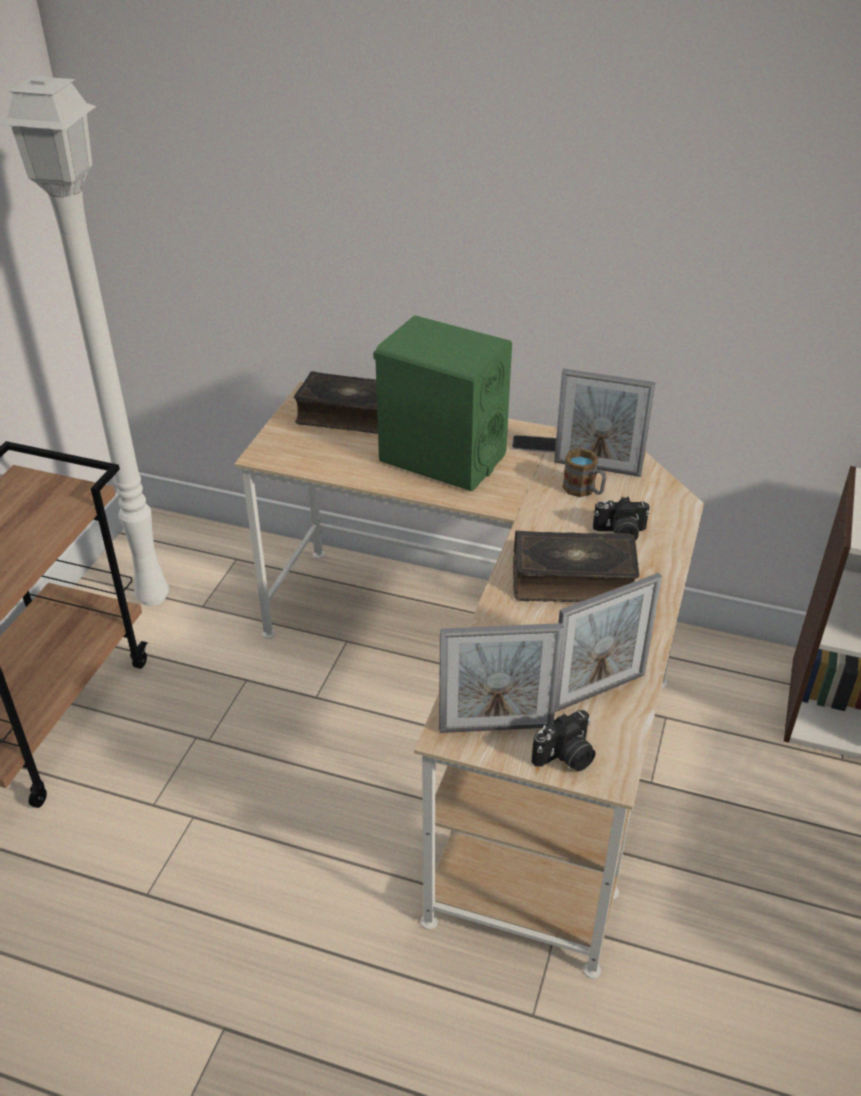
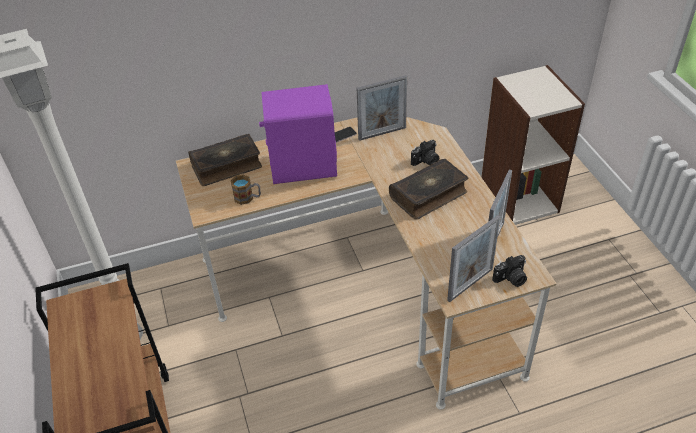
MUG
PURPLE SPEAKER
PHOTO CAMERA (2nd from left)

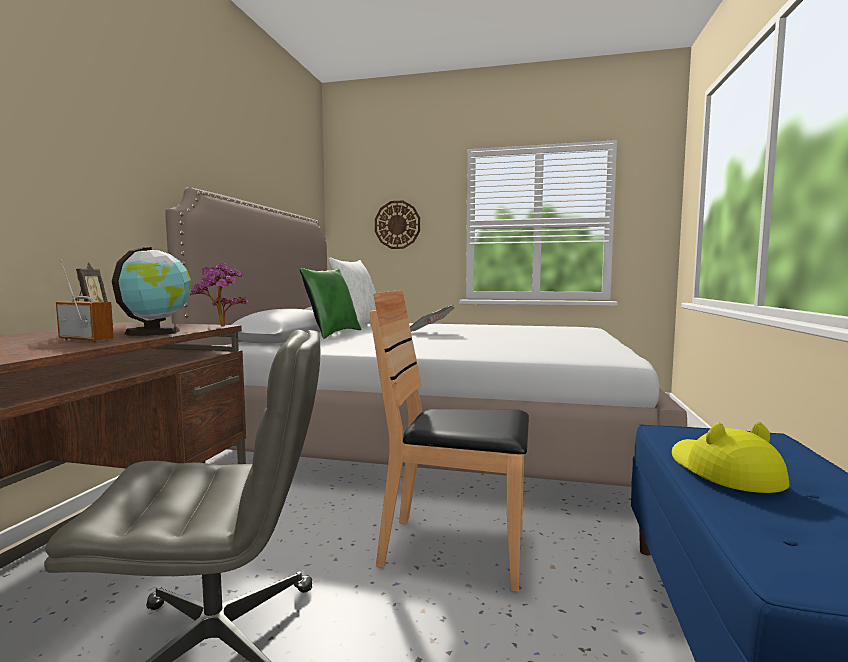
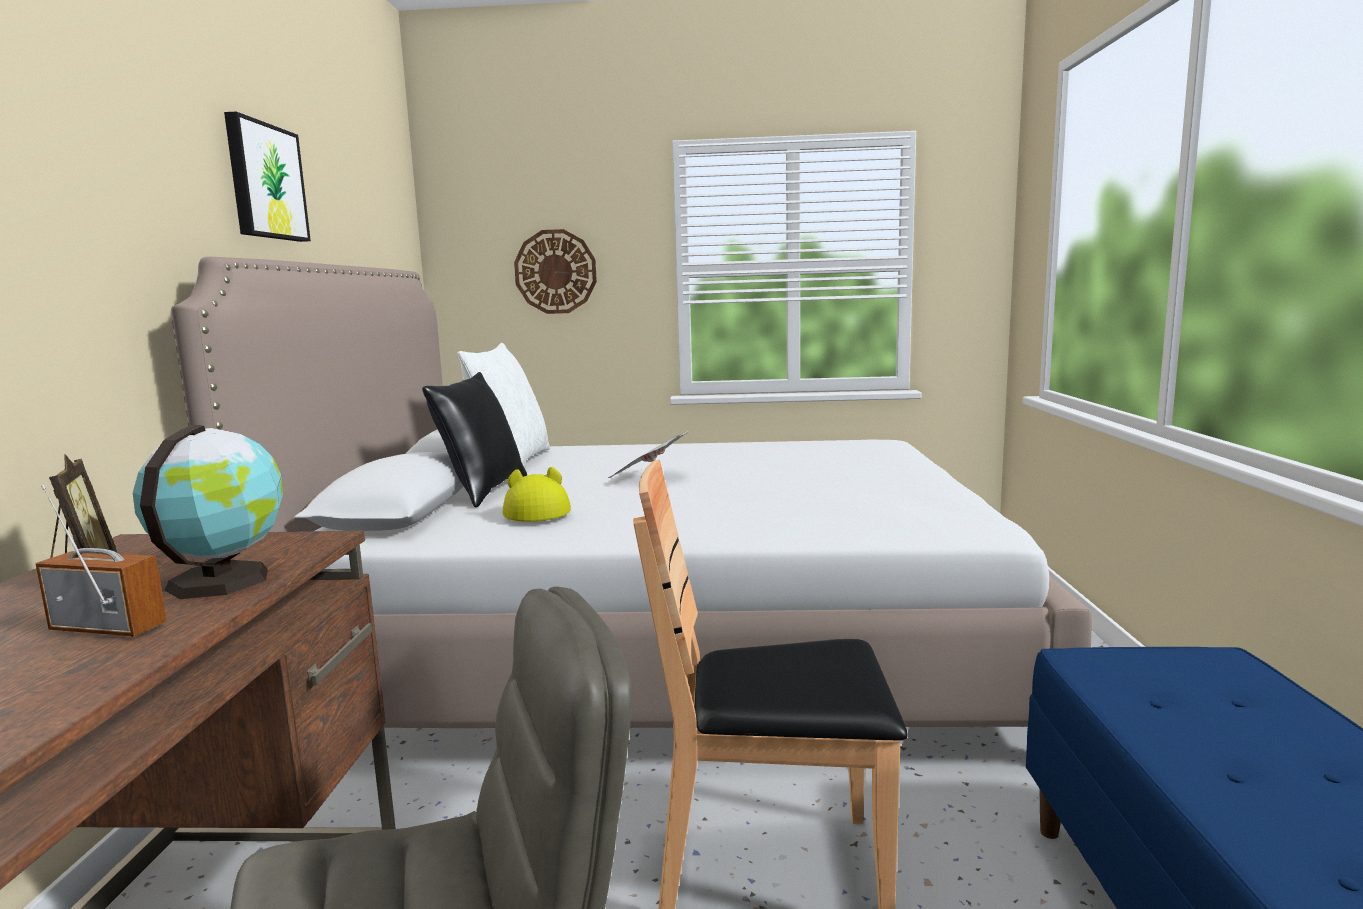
POTTED PLANT
PICTURE
YELLOW HAT
BLACK PILLOW

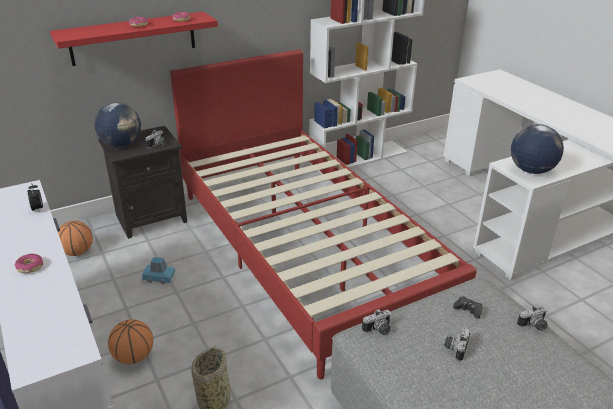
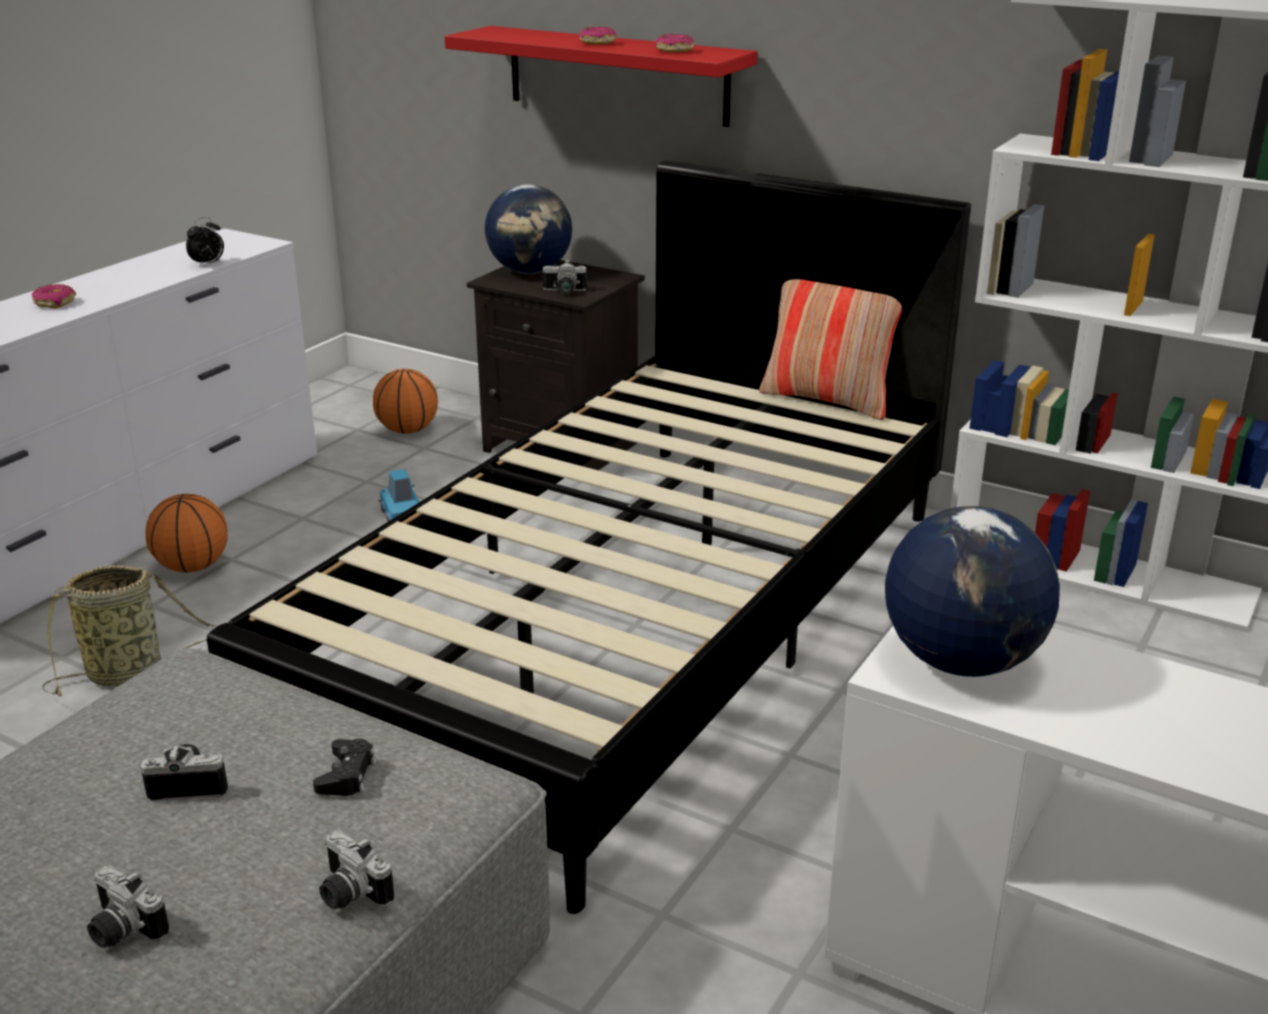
PILLOW
PHOTO CAMERA (1st from left)
BLACK BED

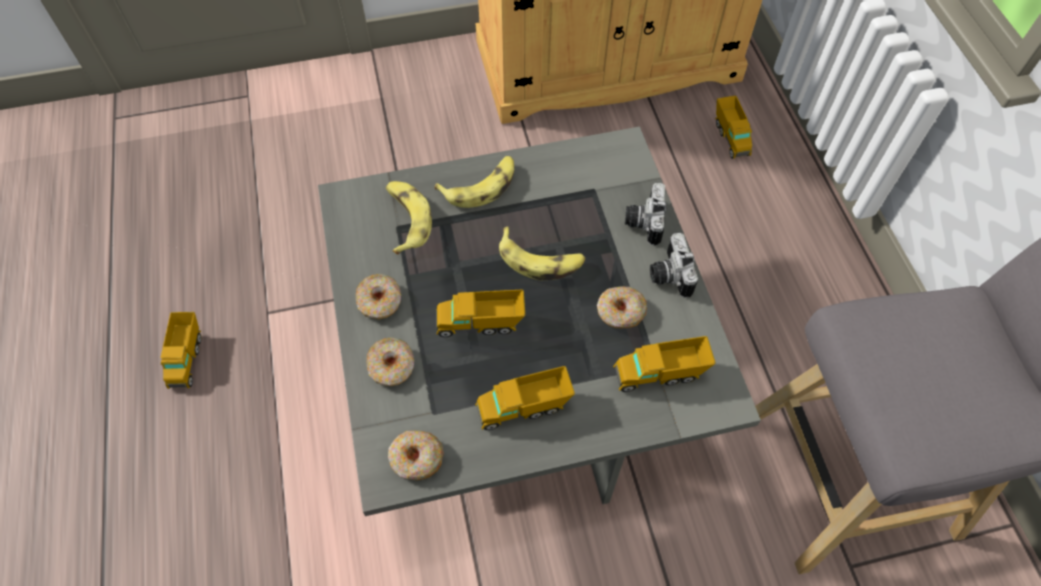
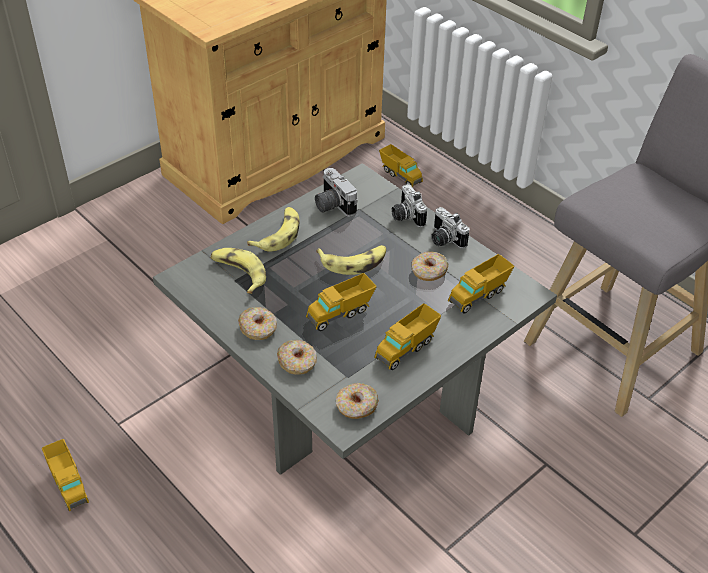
PHOTO CAMERA (1st from left)

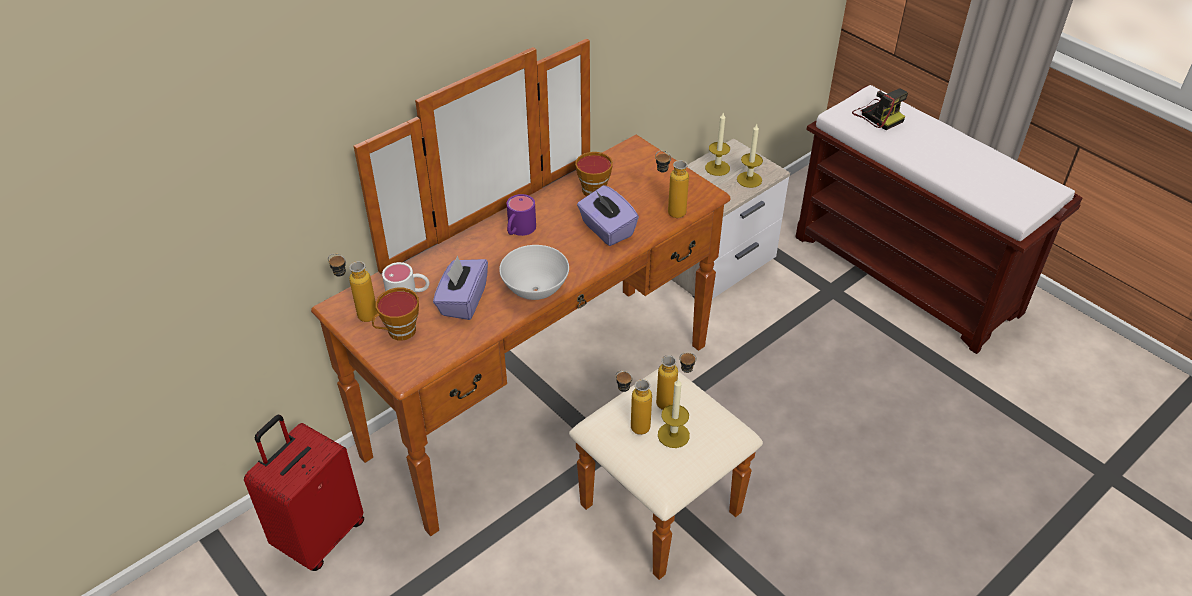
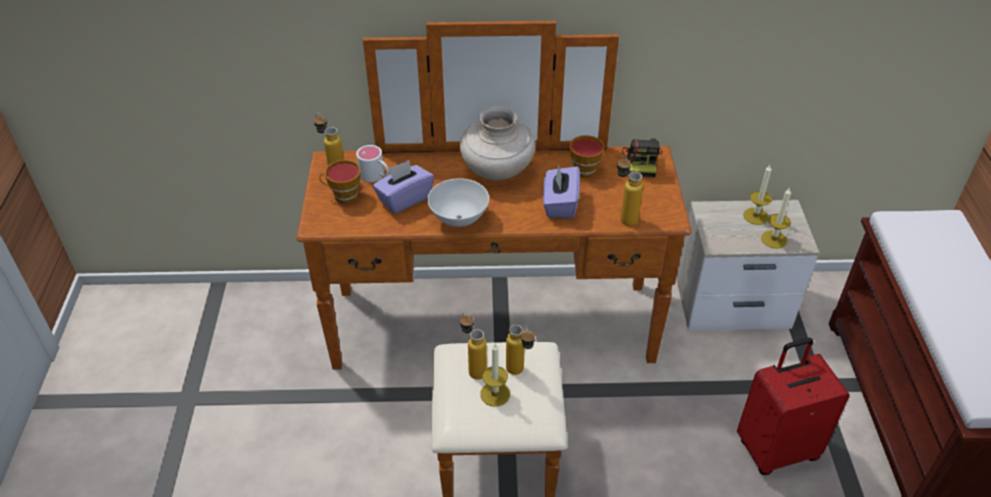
RED SUITCASE
PHOTO CAMERA
BEIGE VASE

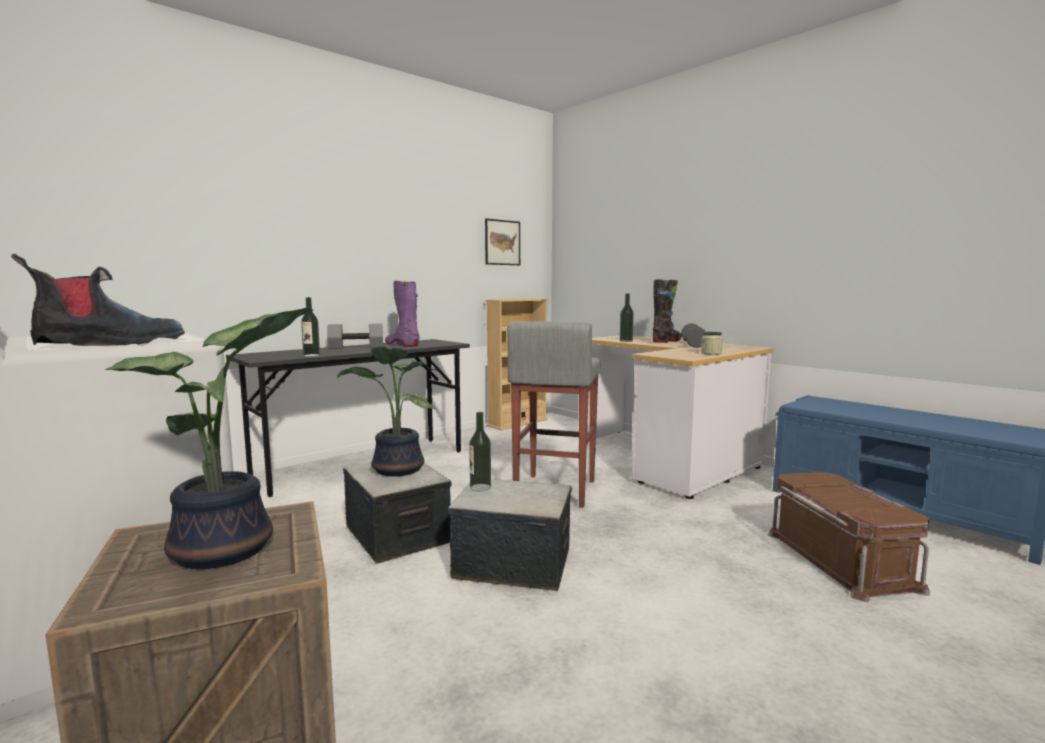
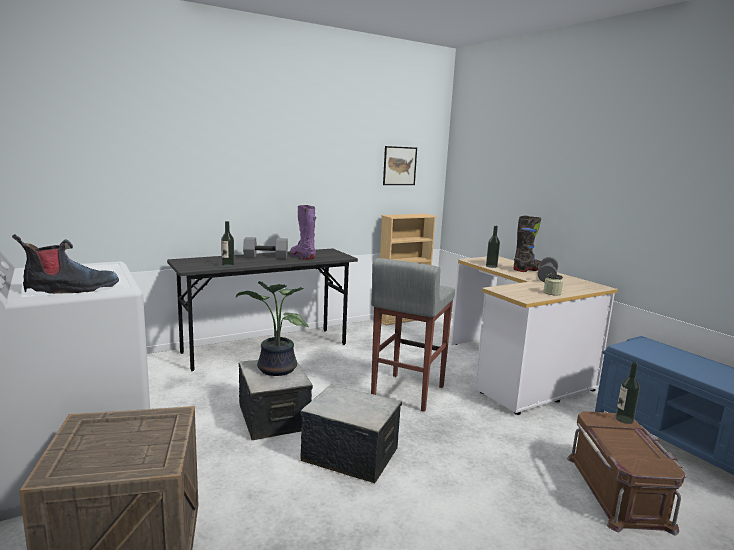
POTTED PLANT (1st from left in the first image)
BOTTLE (3rd from left)

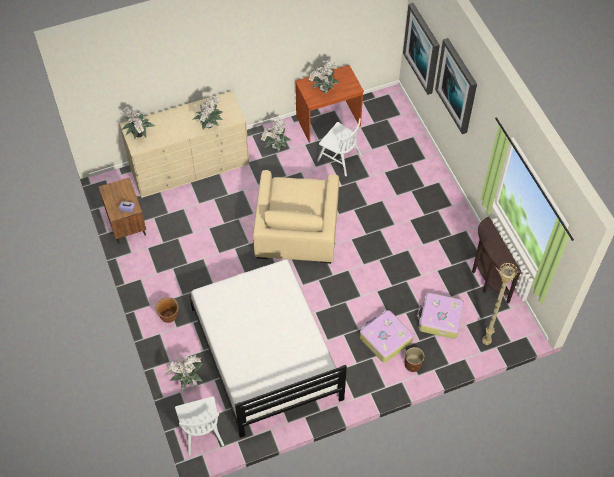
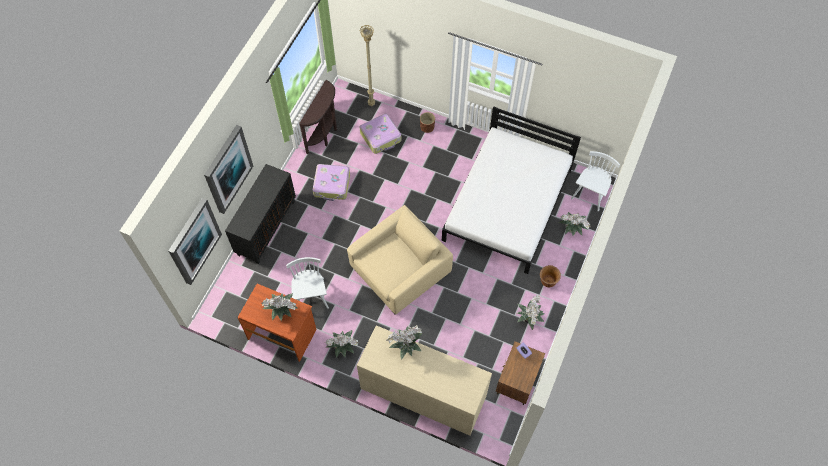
BLACK CABINET
POTTED PLANT (4th from left)
SUITCASE (1st from left)

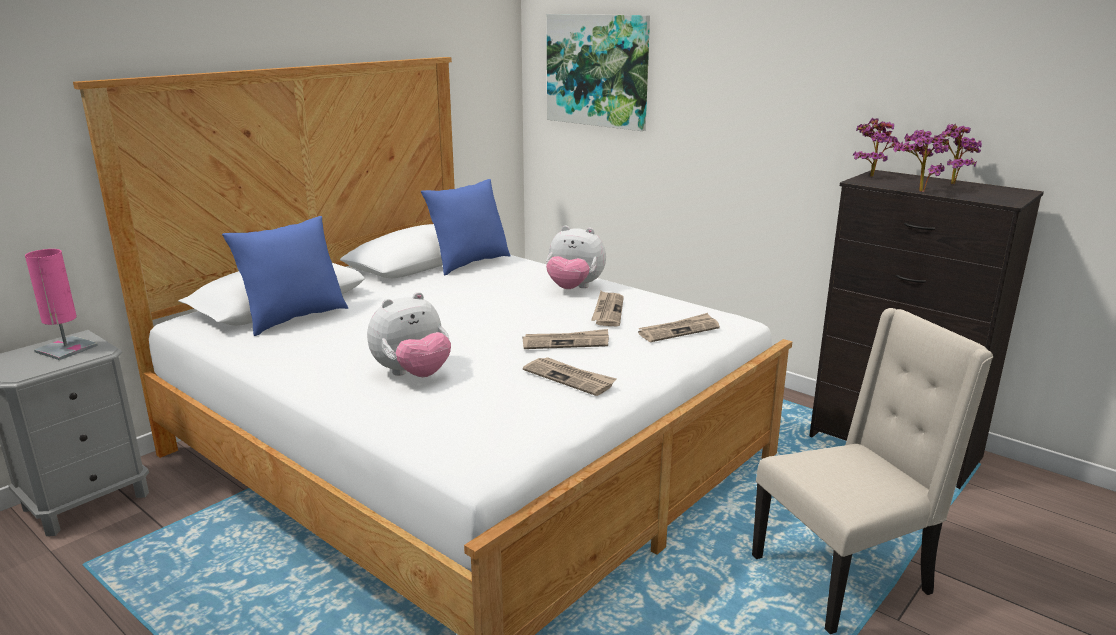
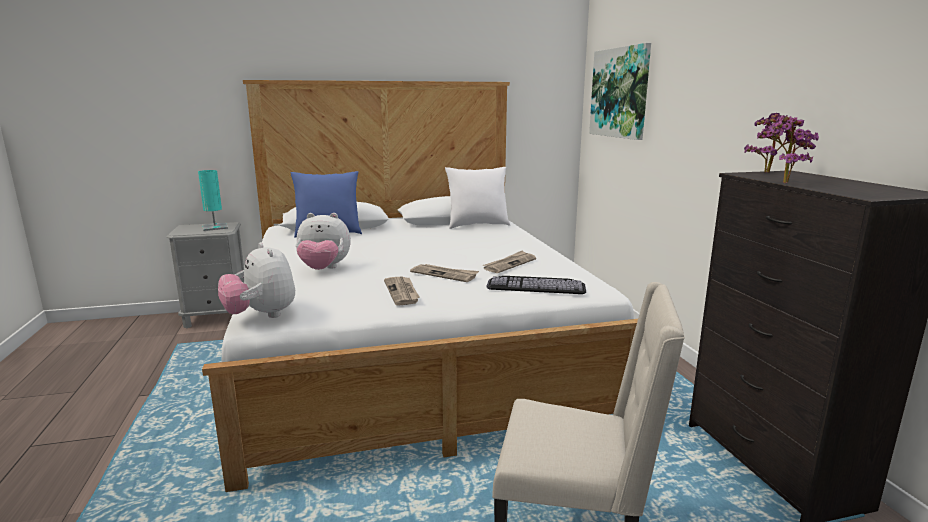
POTTED PLANT (3rd from left in the first image)
PLUSH TOY (1st from left)
KEYBOARD
TURQUOISE TABLE LAMP
WHITE PILLOW

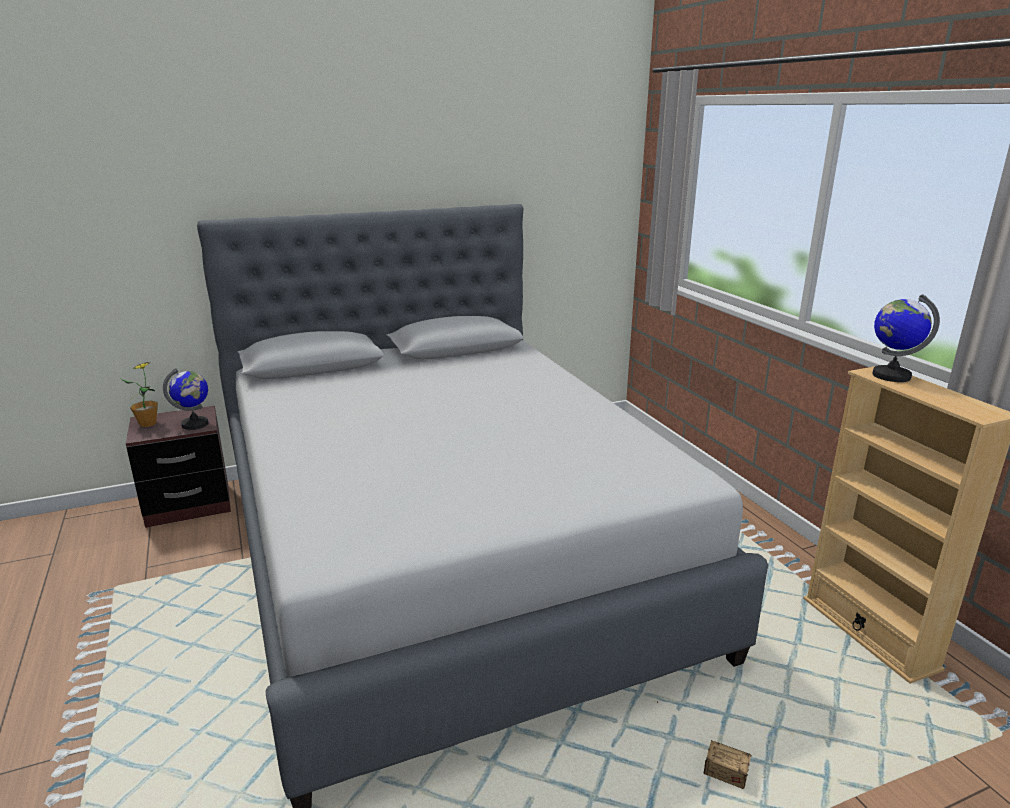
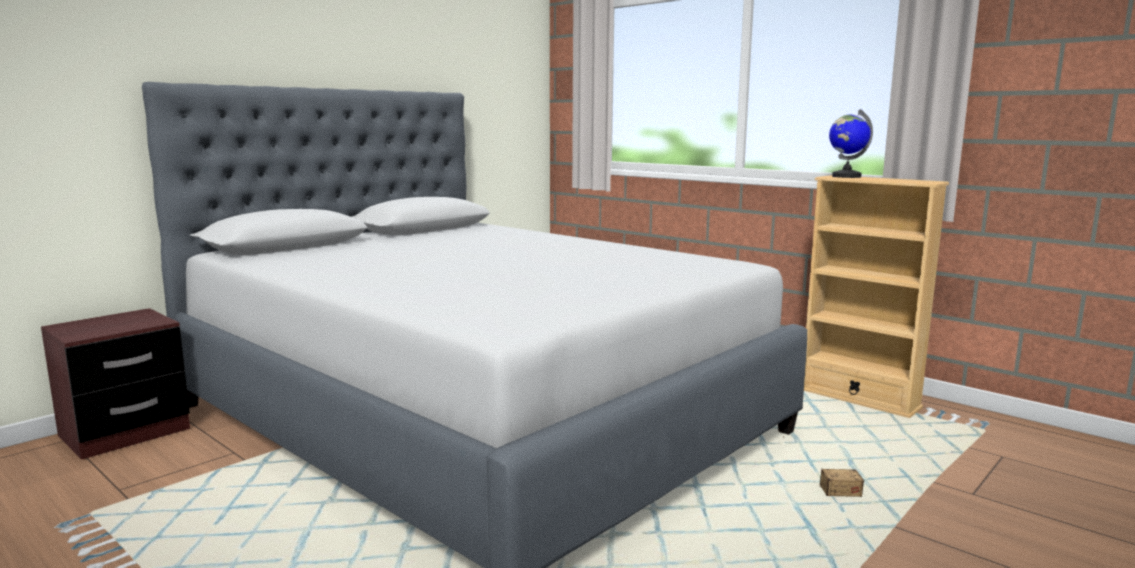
POTTED PLANT
GLOBE (1st from left in the first image)

